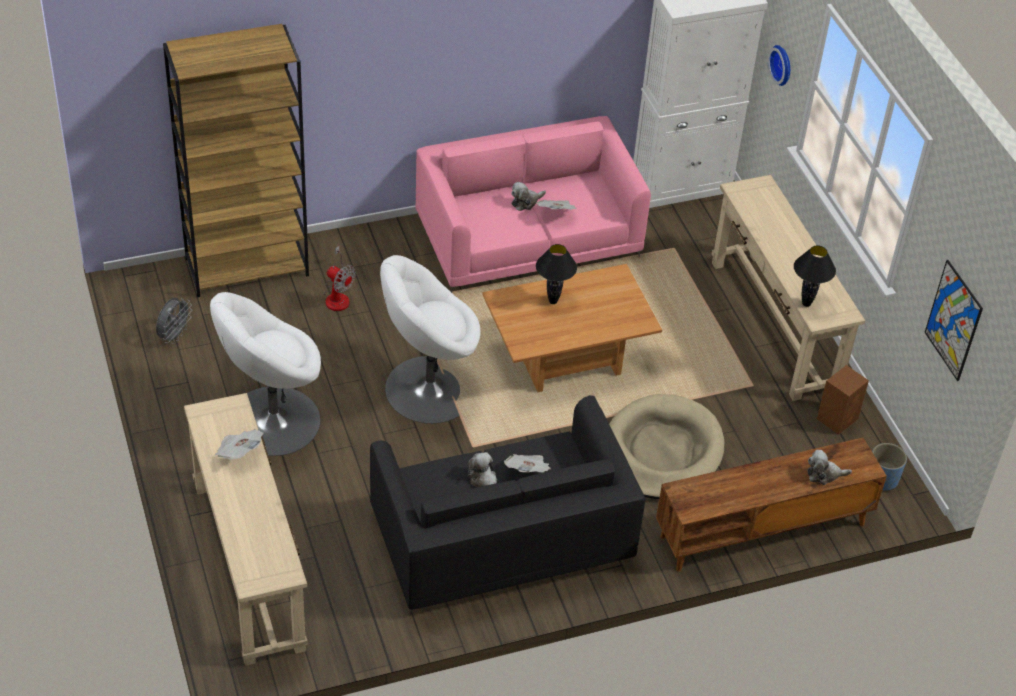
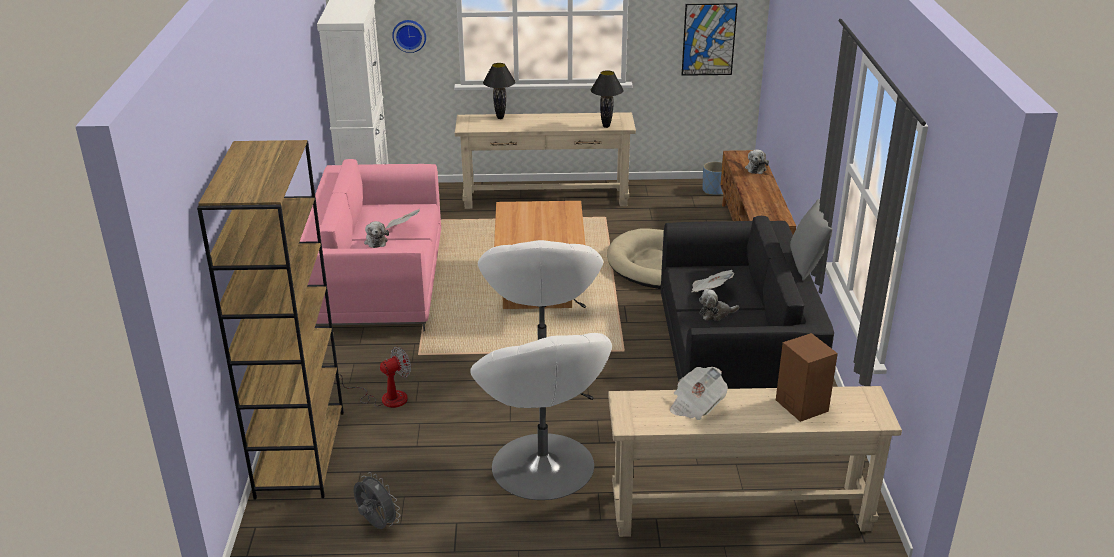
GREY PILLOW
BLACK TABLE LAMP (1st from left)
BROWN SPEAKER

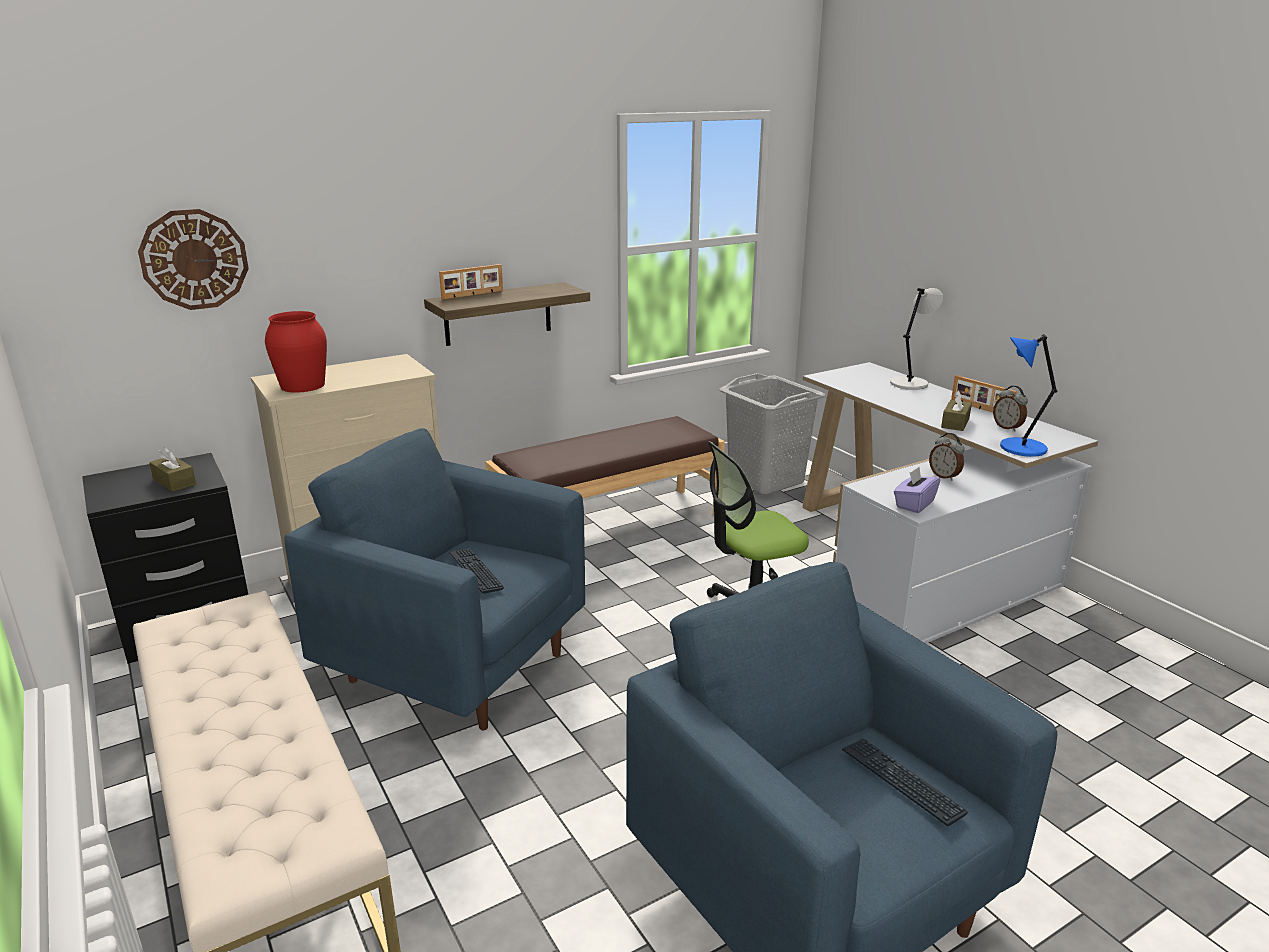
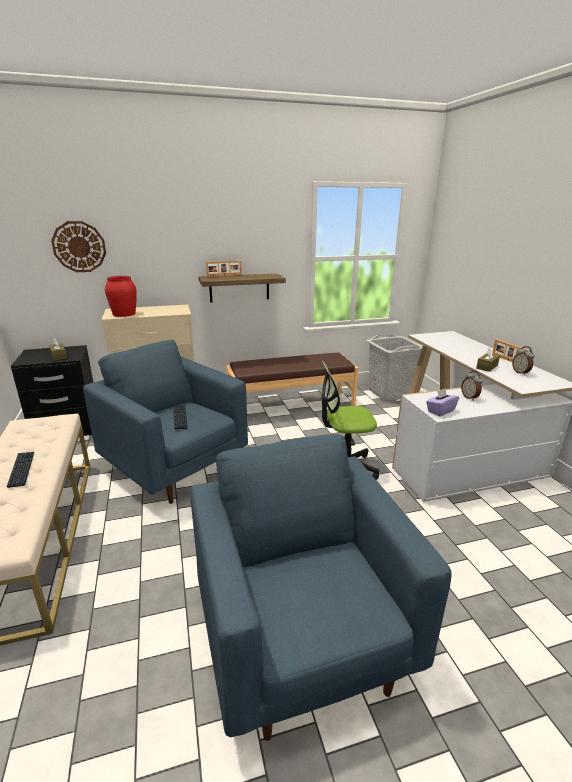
GREY TABLE LAMP
BLUE TABLE LAMP
KEYBOARD (1st from left)

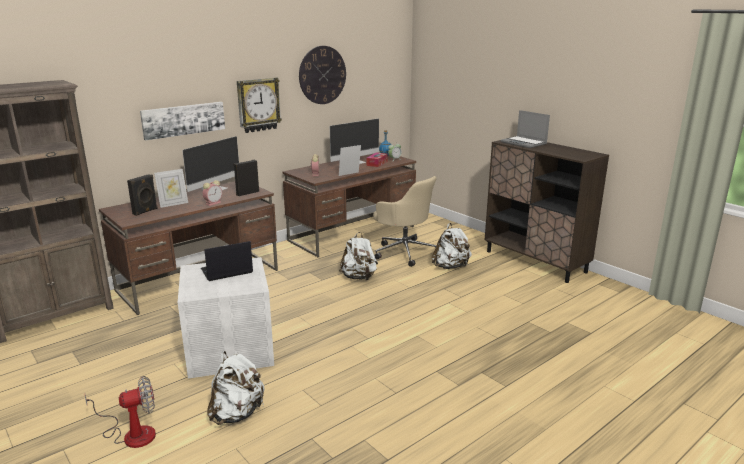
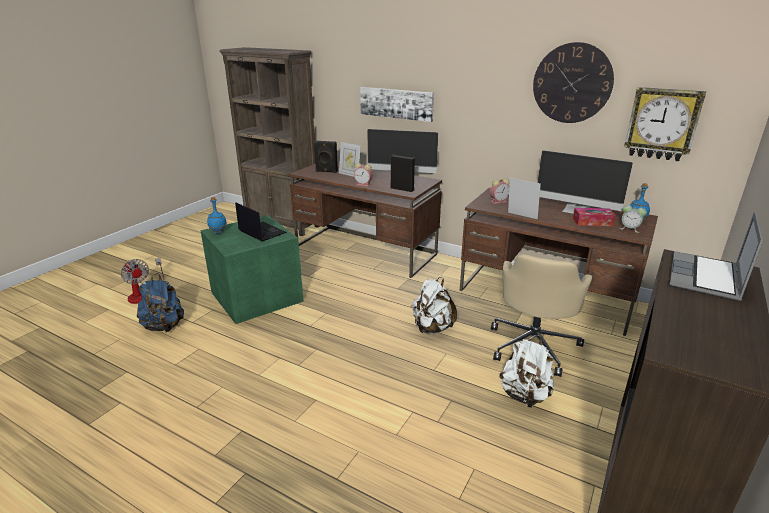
BLUE BOTTLE (1st from left)
WALL CLOCK (2nd from left)
GREEN STORAGE BOX
BLUE BACKPACK

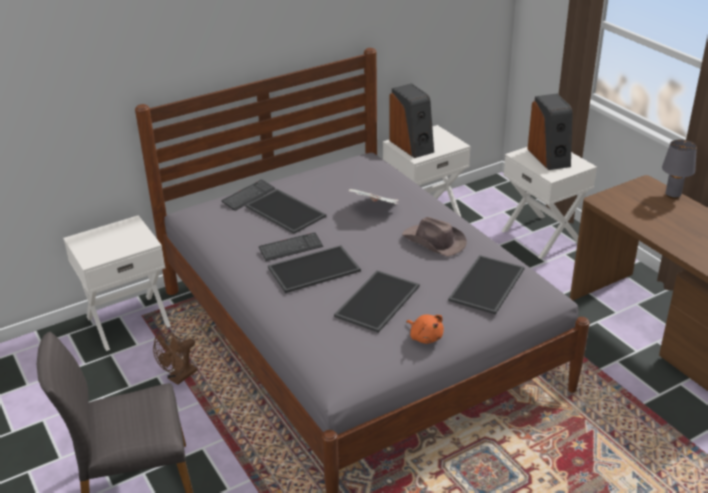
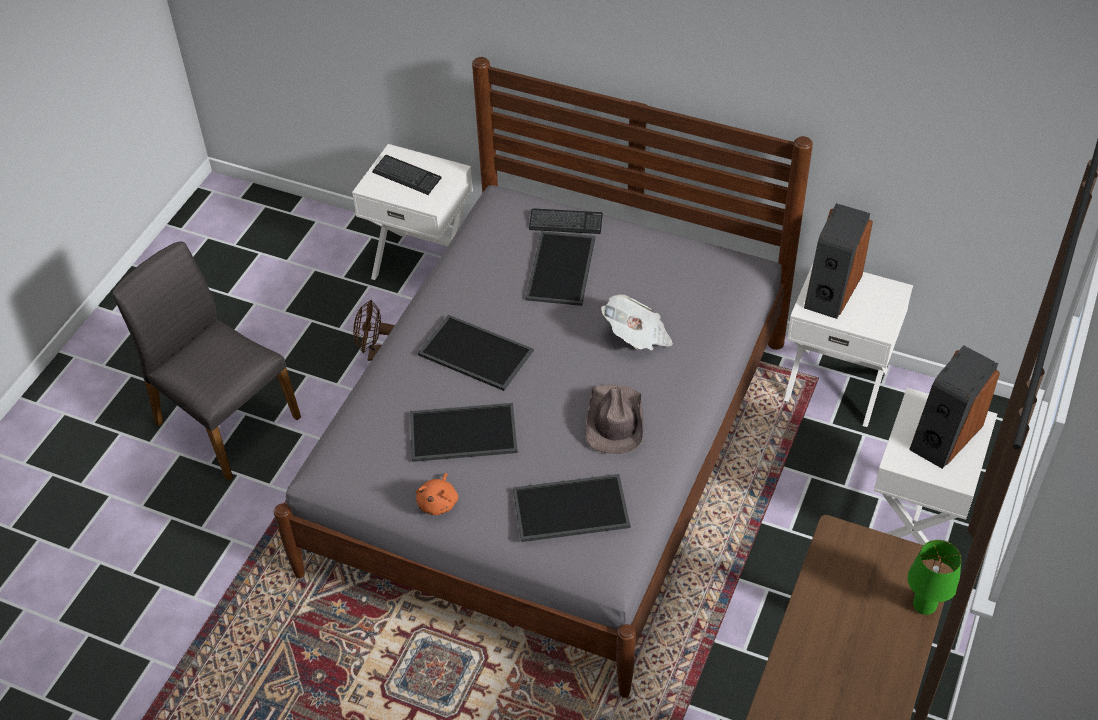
KEYBOARD (1st from left)
GREEN TABLE LAMP

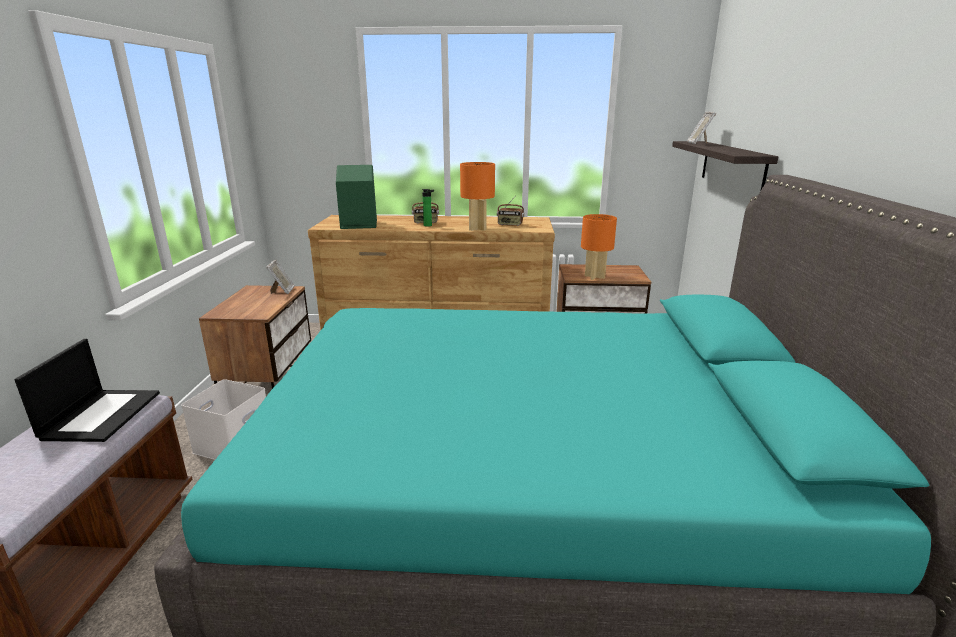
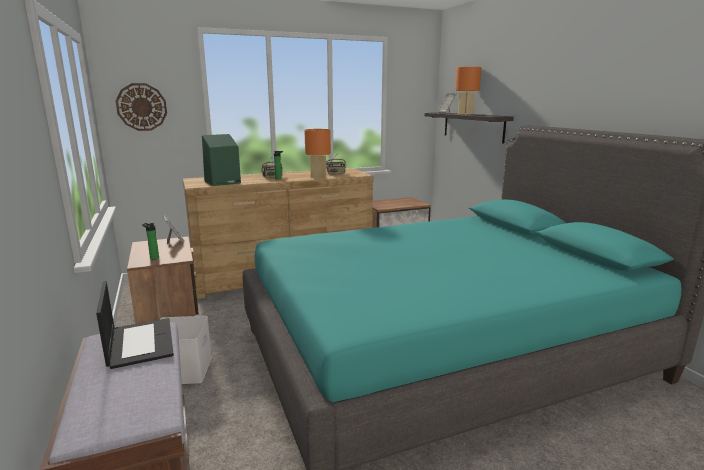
WALL CLOCK
BOTTLE (1st from left)
ORANGE TABLE LAMP (2nd from left)

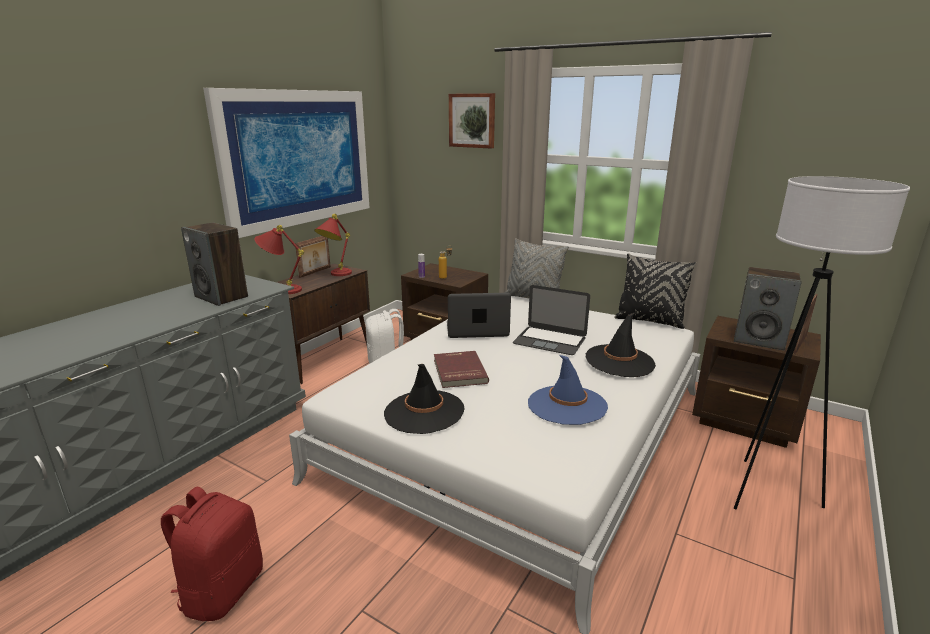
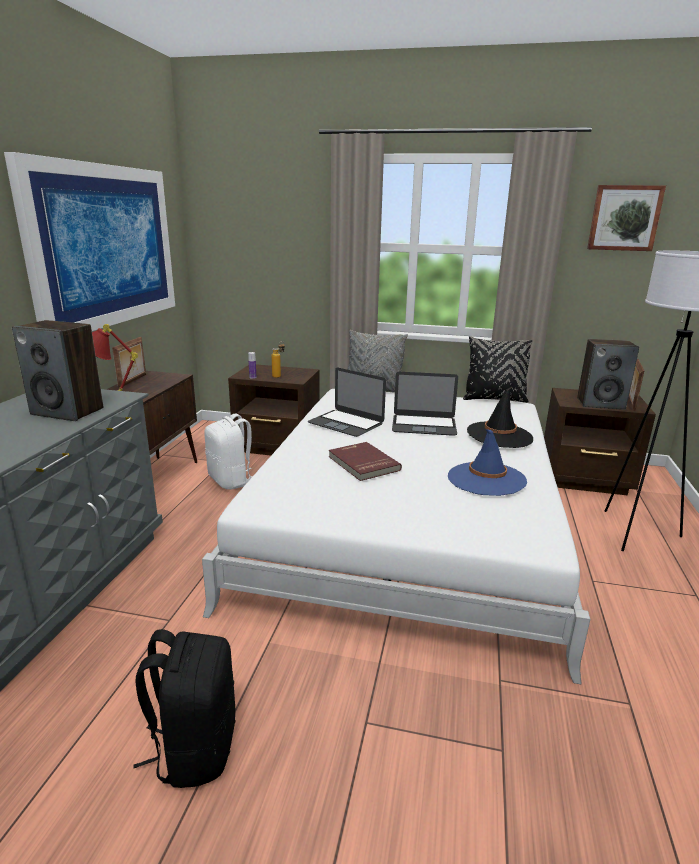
RED TABLE LAMP (2nd from left in the first image)
BLACK HAT (1st from left in the first image)
PICTURE (2nd from left)
BLACK BACKPACK
LAPTOP (1st from left)

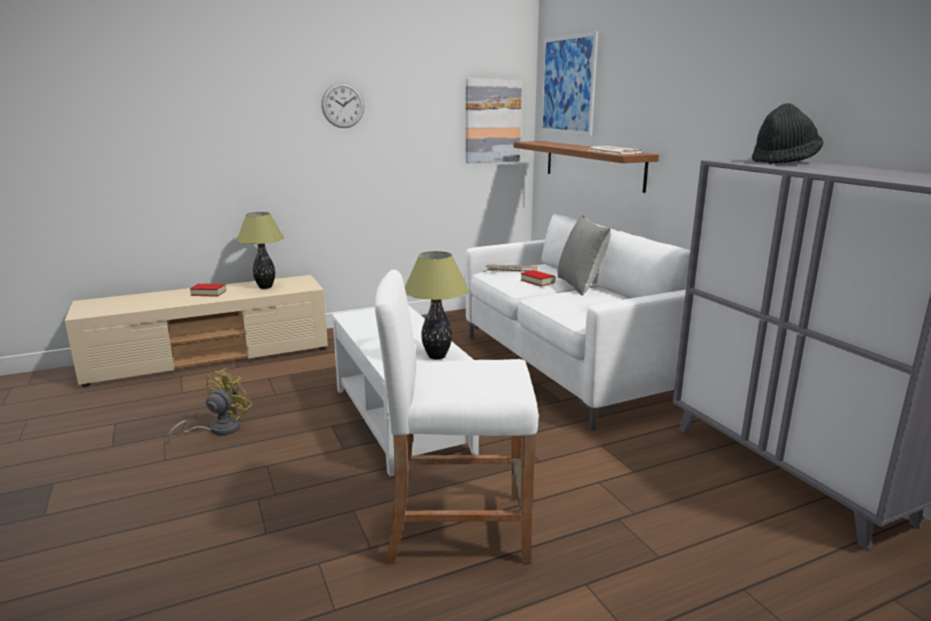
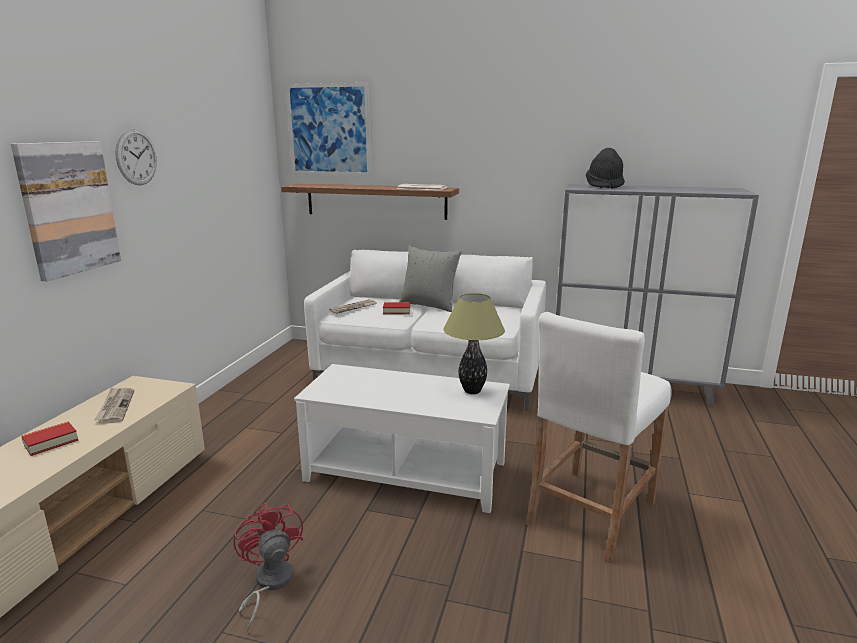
PICTURE (1st from left)
NEWSPAPER (1st from left)
RED FAN

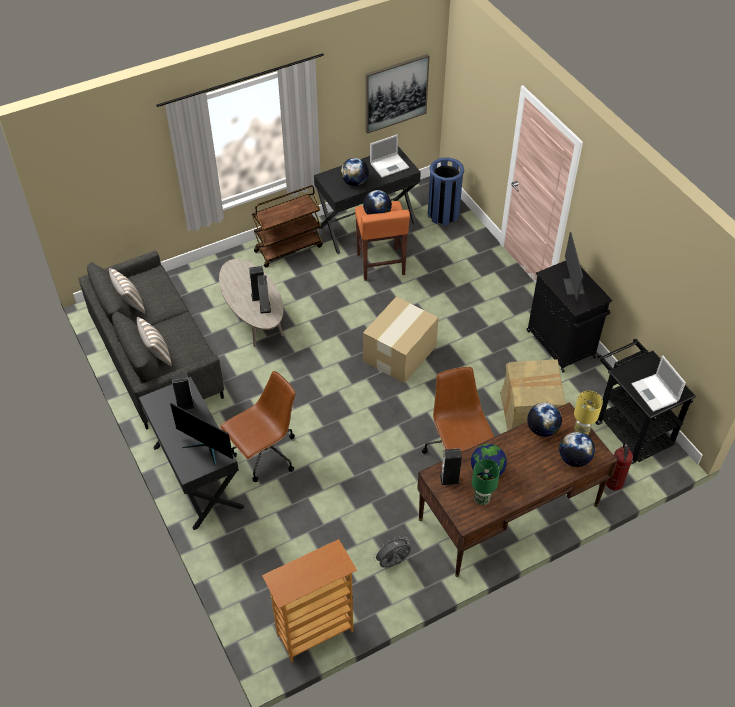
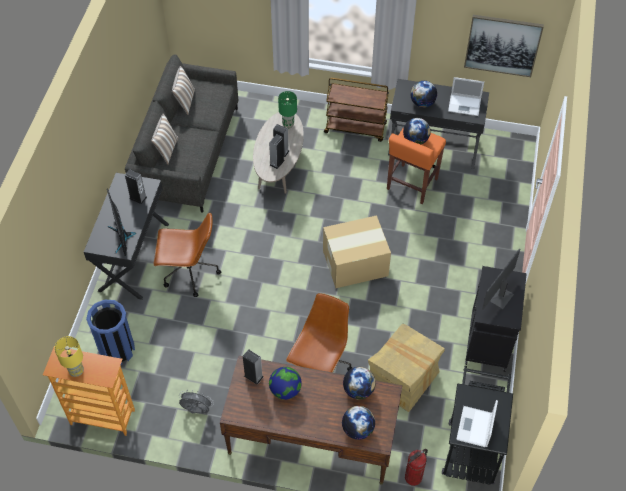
BLUE TRASH CAN
GREEN TABLE LAMP
YELLOW TABLE LAMP

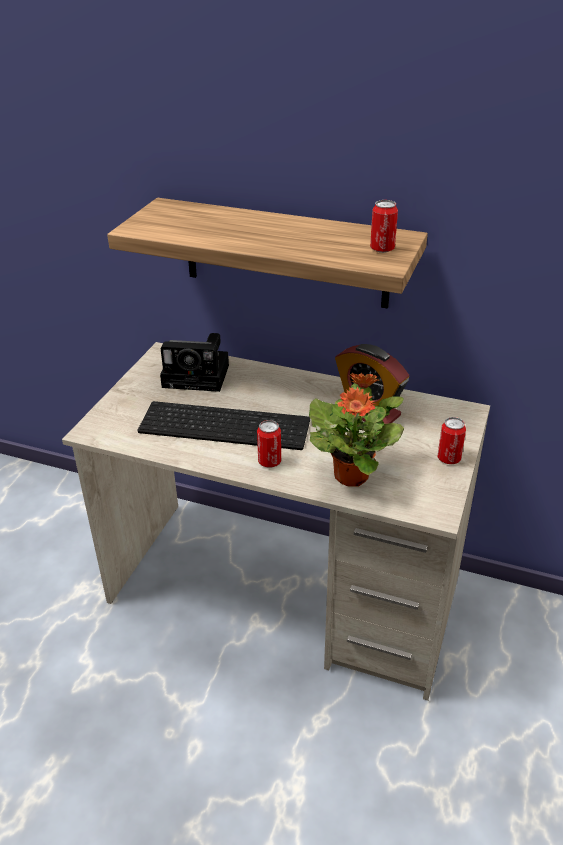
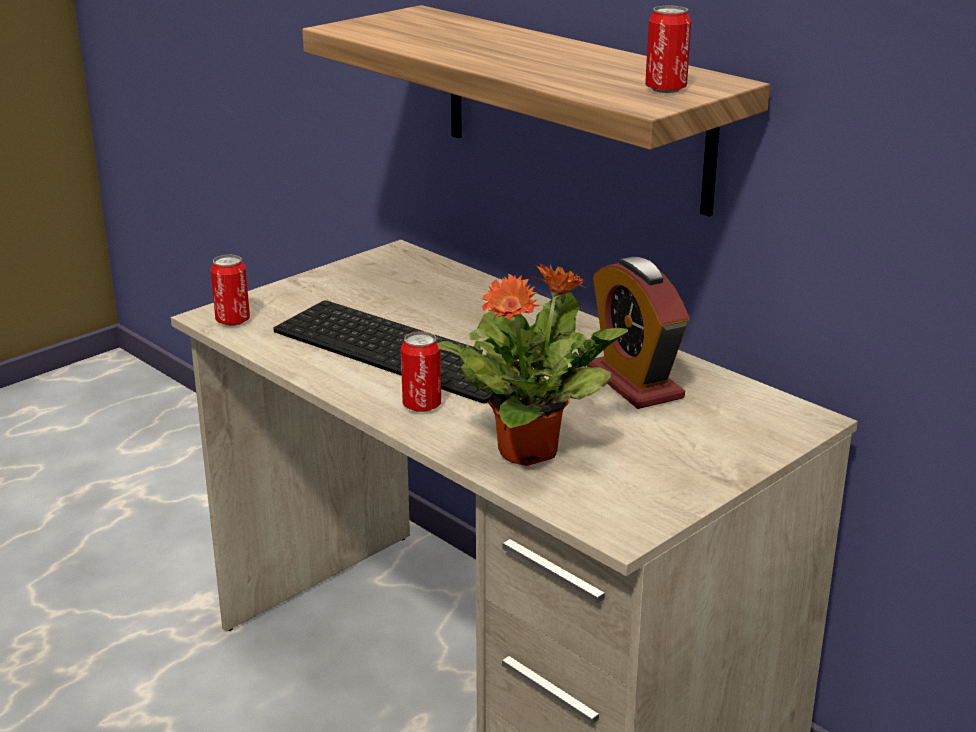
PHOTO CAMERA
CAN (1st from left)

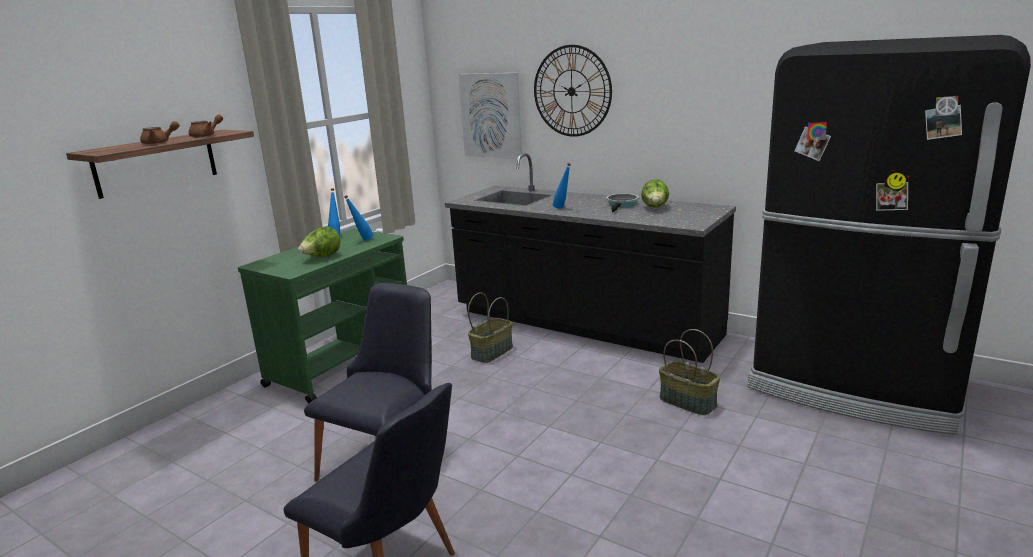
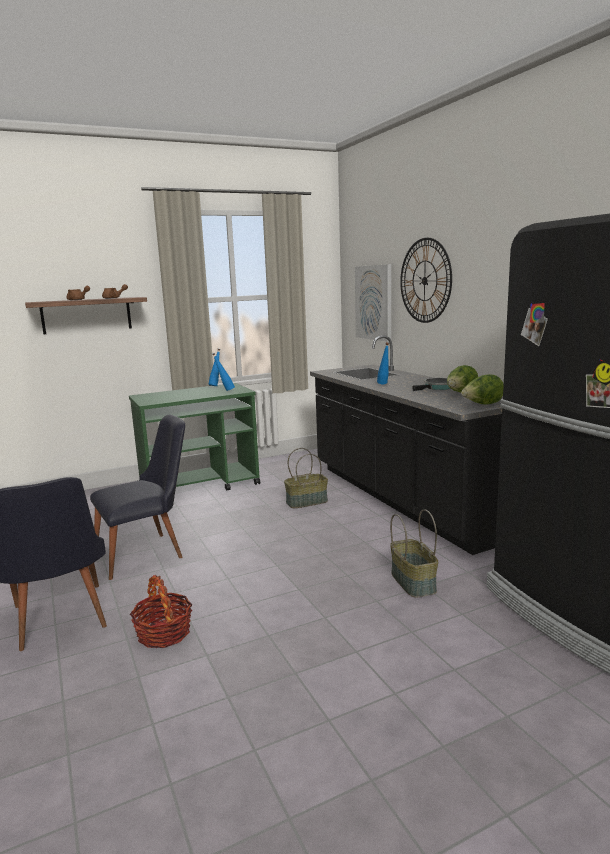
BASKET (1st from left)
LETTUCE (2nd from left)

